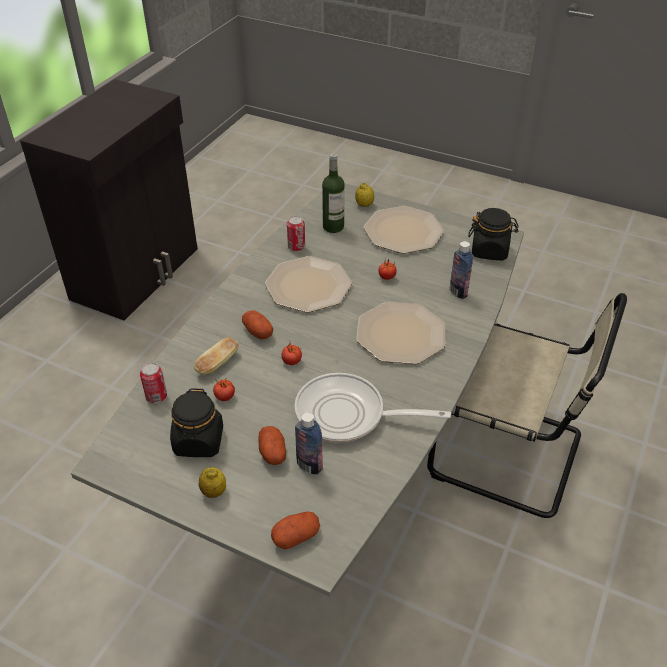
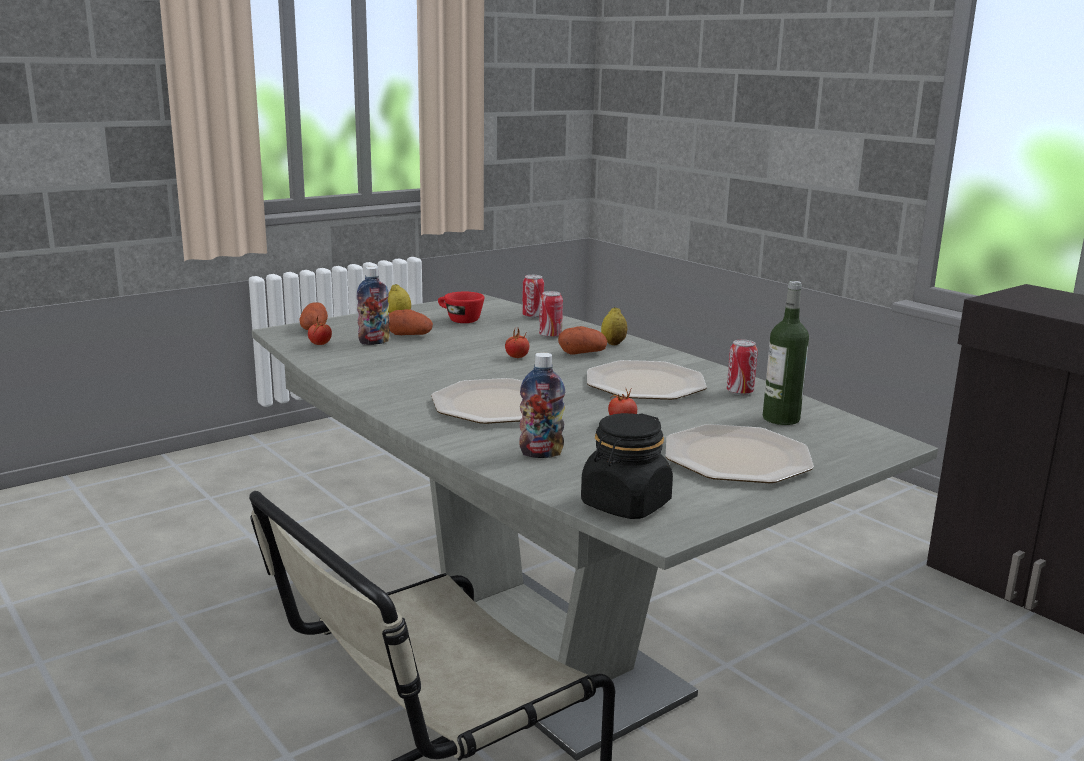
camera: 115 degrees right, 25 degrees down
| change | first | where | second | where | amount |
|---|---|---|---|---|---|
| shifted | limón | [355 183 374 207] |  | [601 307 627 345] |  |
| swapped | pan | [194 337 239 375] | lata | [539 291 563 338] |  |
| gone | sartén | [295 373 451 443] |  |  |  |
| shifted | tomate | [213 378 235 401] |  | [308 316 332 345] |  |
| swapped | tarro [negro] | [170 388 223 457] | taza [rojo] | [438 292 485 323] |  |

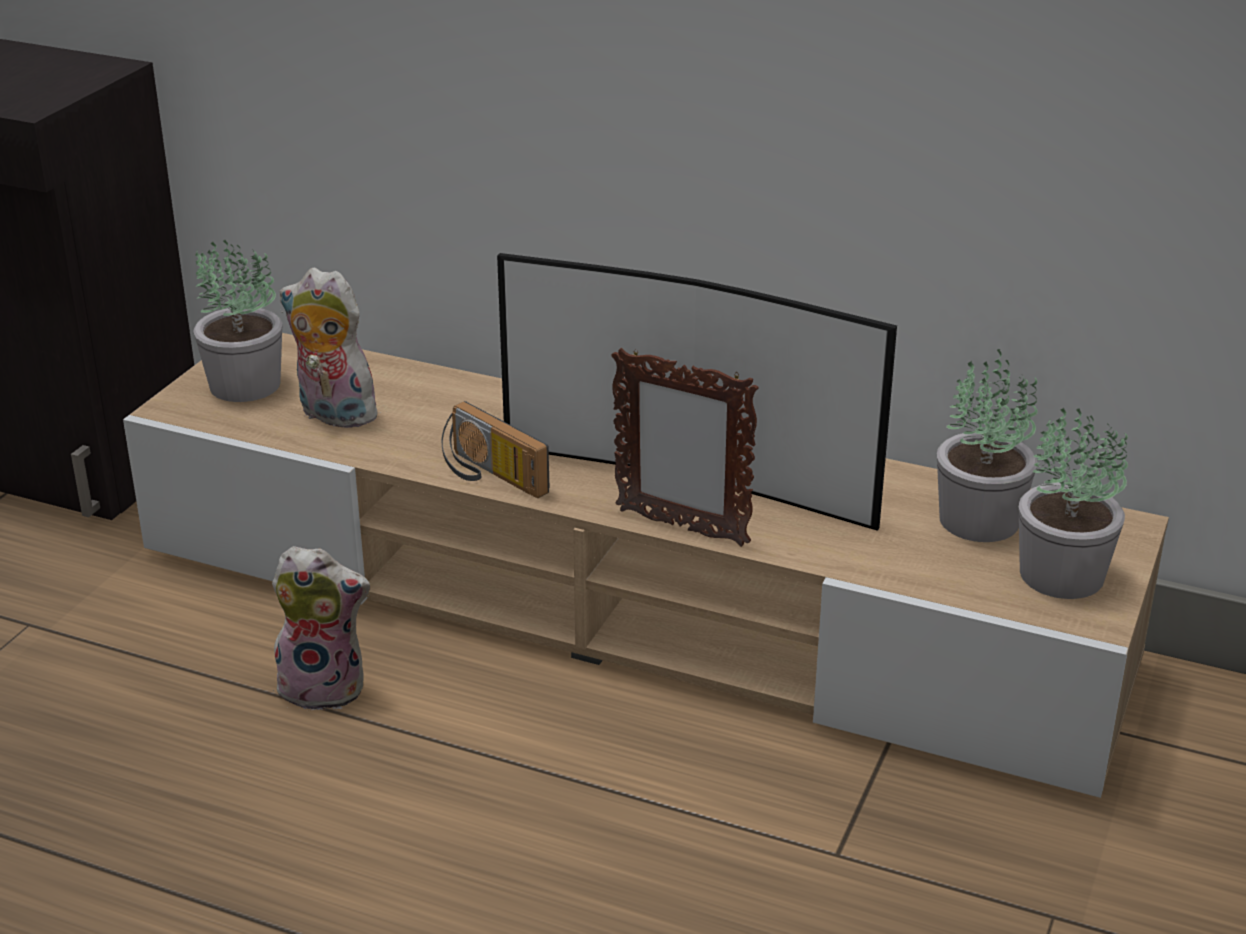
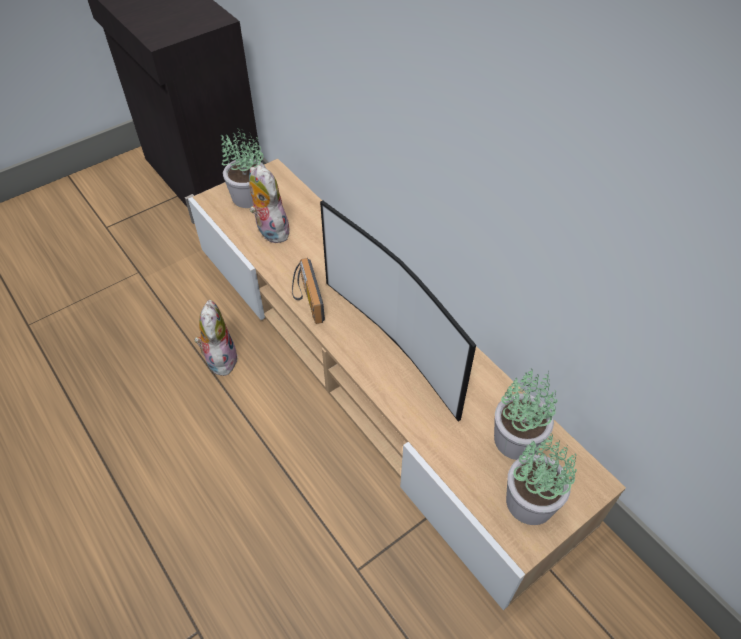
camera: 30 degrees right, 20 degrees up
| change | first | where | second | where | amount |
|---|---|---|---|---|---|
| gone | portarretratos | [611 348 759 547] |  |  |  |
| rotated | peluche | [272 546 370 710] |  | [194 300 238 376] | 135 degrees counterclockwise |

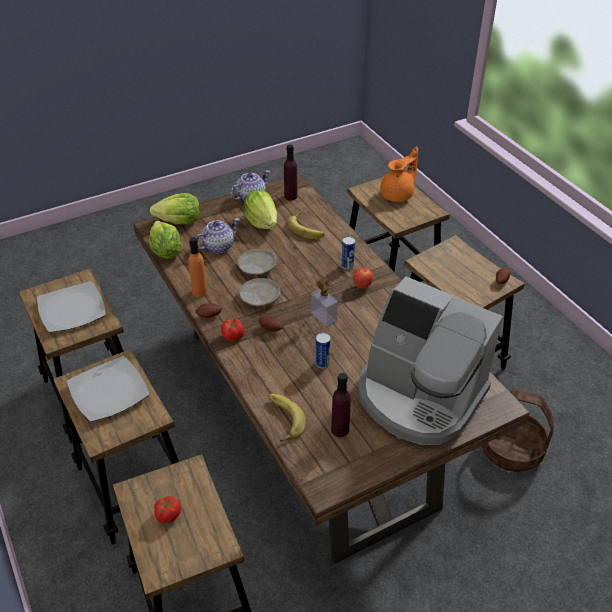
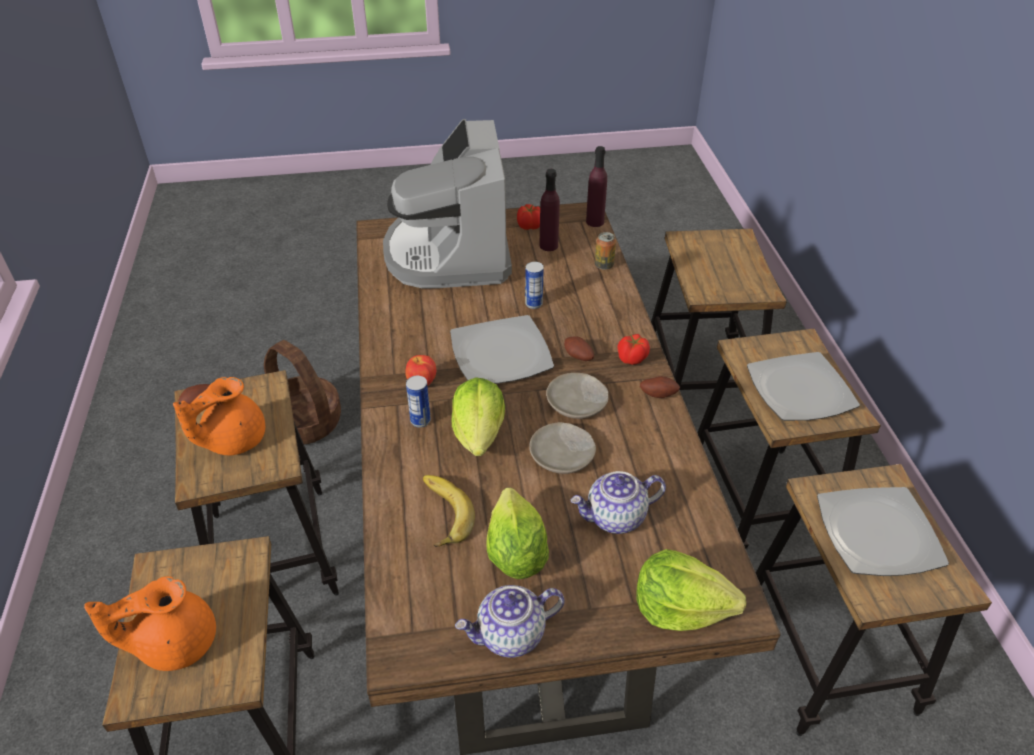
camera: 160 degrees left, 0 degrees up
| change | first | where | second | where | amount |
|---|---|---|---|---|---|
| shifted | botella [morado] | [284 144 297 201] |  | [586 146 607 227] |  |
| shifted | lechuga | [149 221 183 259] |  | [452 377 505 456] |  |
| gone | botella [naranja] | [188 237 207 298] |  |  |  |
| swapped | dispensador de jabón | [311 276 338 327] | plato | [450 315 554 384] |  |
| rotated | cafetera | [358 276 503 445] |  | [383 119 512 289] | 150 degrees counterclockwise |
| swapped | plátano | [268 394 306 441] | lata | [595 232 616 270] |  |
| shifted | tomate | [154 496 181 523] |  | [517 204 540 230] |  |
| new |  |  | tetera [naranja] | [173 377 265 455] |  |

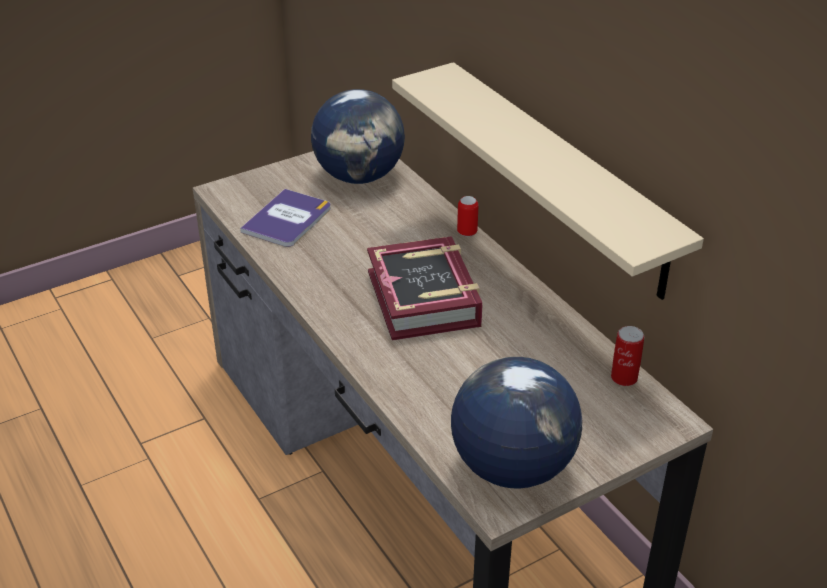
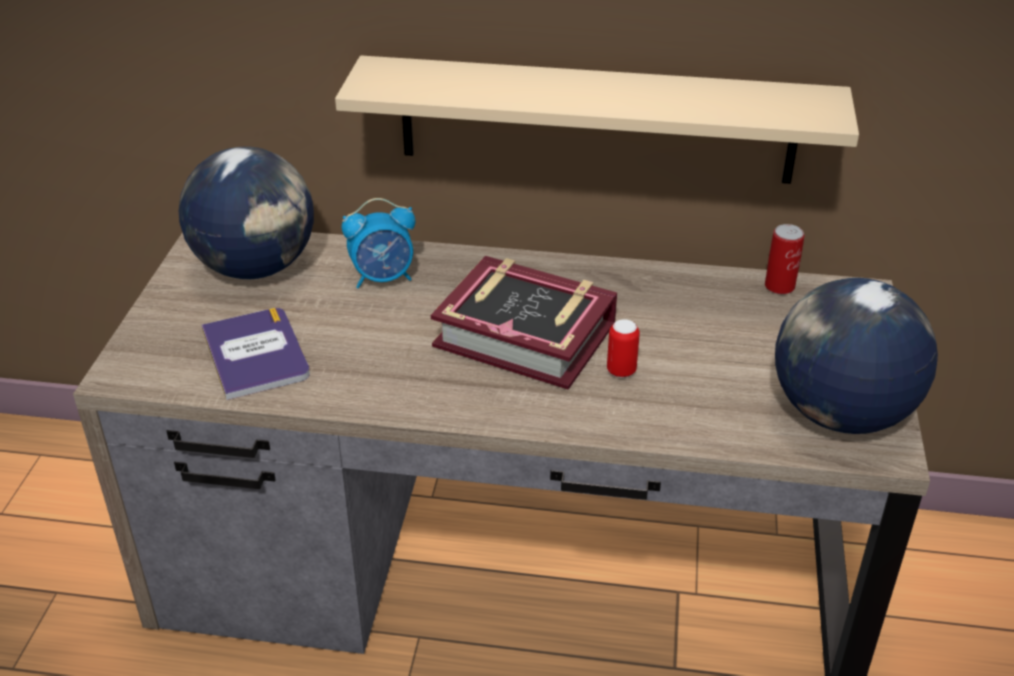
camera: 50 degrees left, 0 degrees up
| change | first | where | second | where | amount |
|---|---|---|---|---|---|
| shifted | lata | [457 196 479 236] |  | [607 319 640 378] |  |
| new |  |  | despertador | [342 198 416 288] |  |

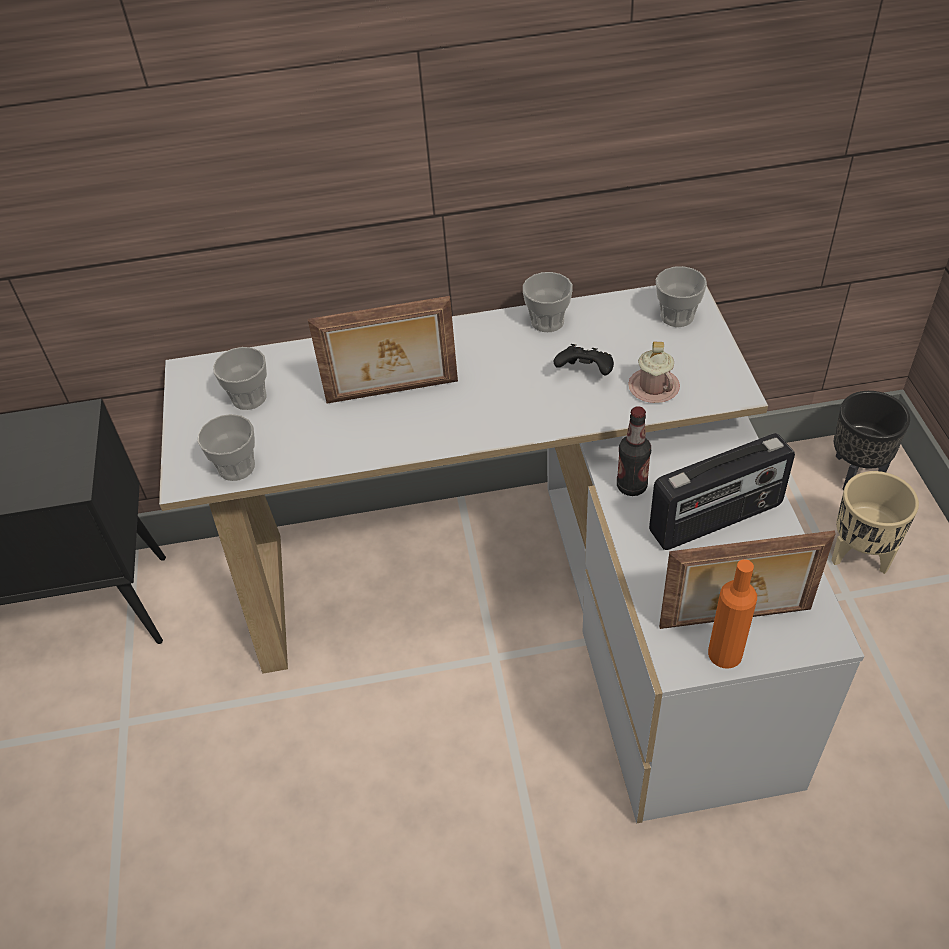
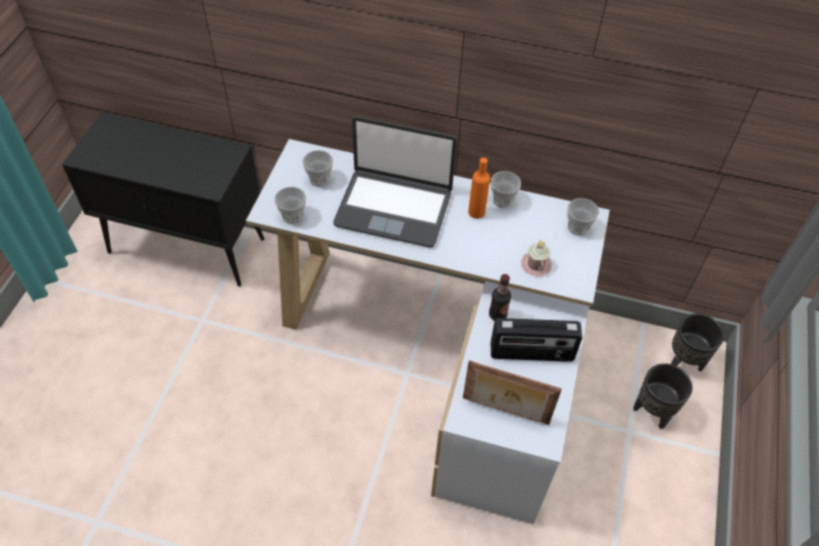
camera: 20 degrees right, 5 degrees up
| change | first | where | second | where | amount |
|---|---|---|---|---|---|
| swapped | portarretratos | [308 296 458 403] | portátil | [333 116 457 247] |  |
| gone | mando de consola [negro] | [554 344 614 376] |  |  |  |
| repainted | maceta [beis] | [831 471 919 574] | maceta [negro] | [633 363 693 429] |  |
| shifted | botella [naranja] | [708 559 757 669] |  | [468 157 490 219] |  |

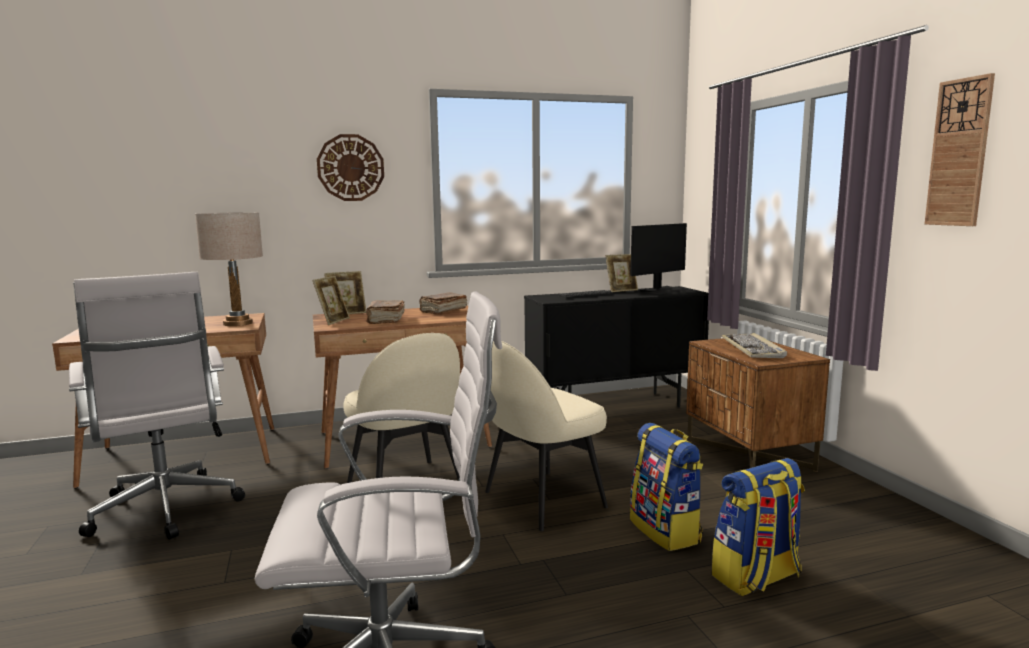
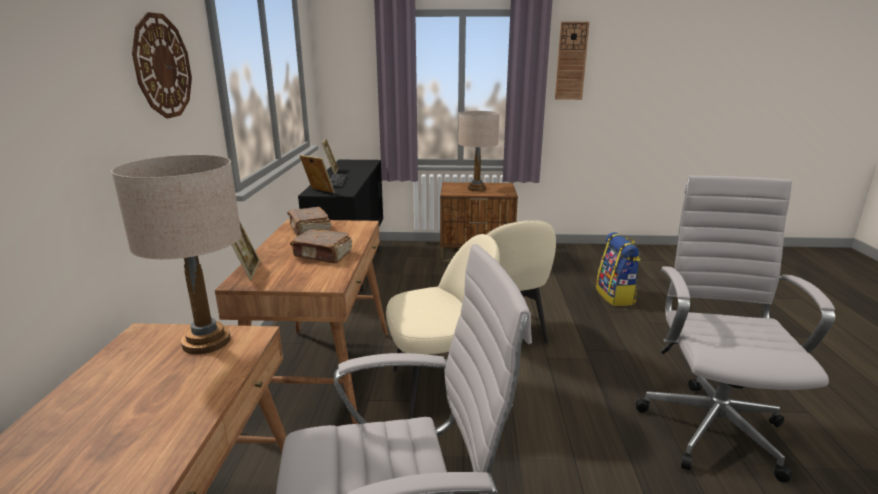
camera: 70 degrees left, 10 degrees up
| change | first | where | second | where | amount |
|---|---|---|---|---|---|
| gone | monitor | [630 223 687 294] |  |  |  |
| shifted | portarretratos | [313 276 350 325] |  | [299 155 335 193] |  |
| swapped | teclado | [721 333 787 358] | lámpara de mesa [beis] | [458 111 500 191] |  |
| gone | mochila | [630 423 703 551] |  |  |  |

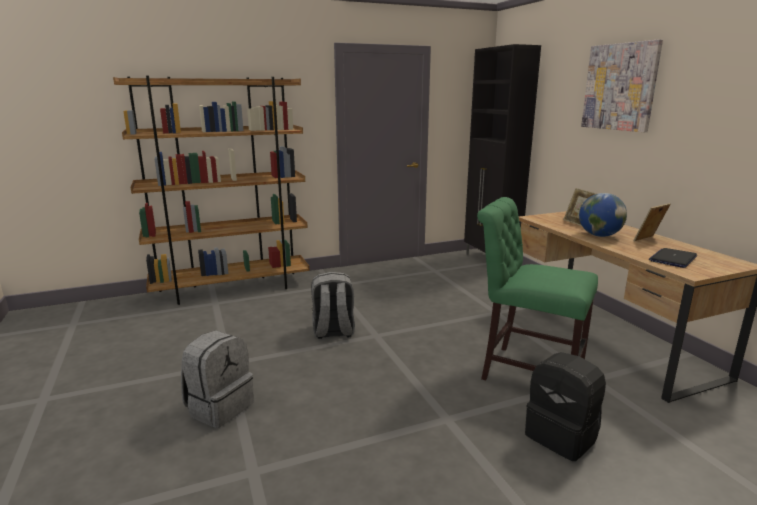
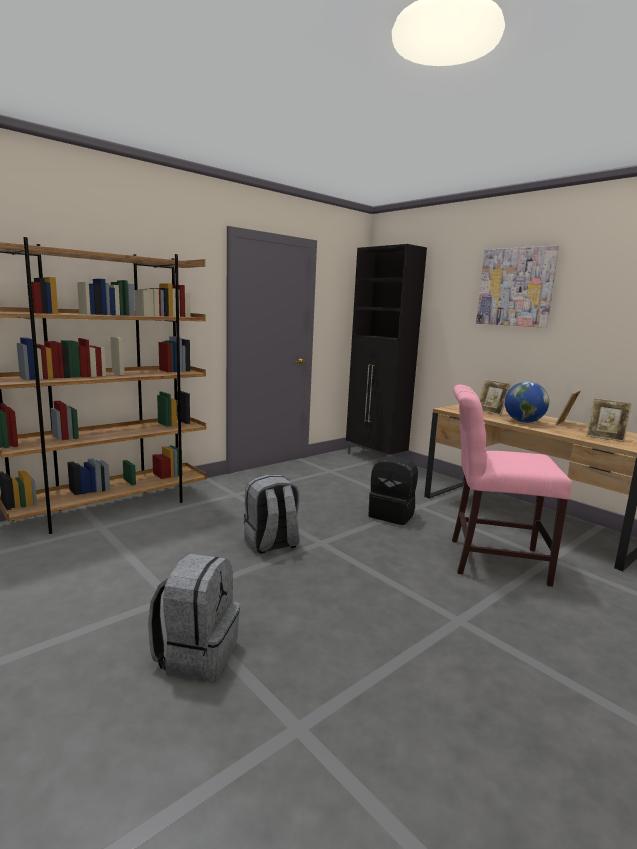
camera: 20 degrees left, 5 degrees down
| change | first | where | second | where | amount |
|---|---|---|---|---|---|
| repainted | silla [verde] | [477 197 598 381] | silla [rosa] | [452 384 572 587] |  |
| swapped | portátil | [649 248 697 268] | portarretratos | [586 398 632 442] |  |
| shifted | mochila [negro] | [525 352 606 461] |  | [368 457 418 525] |  |

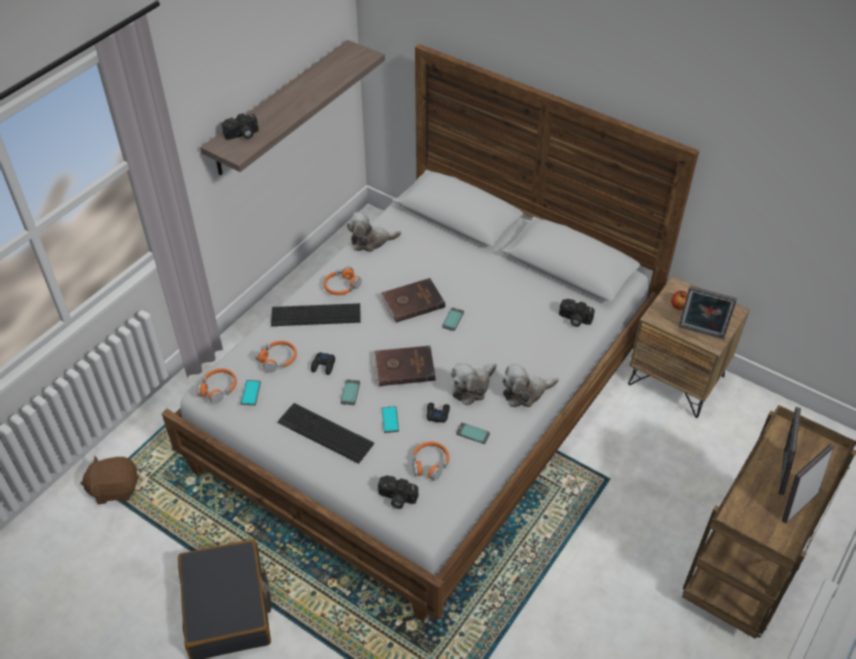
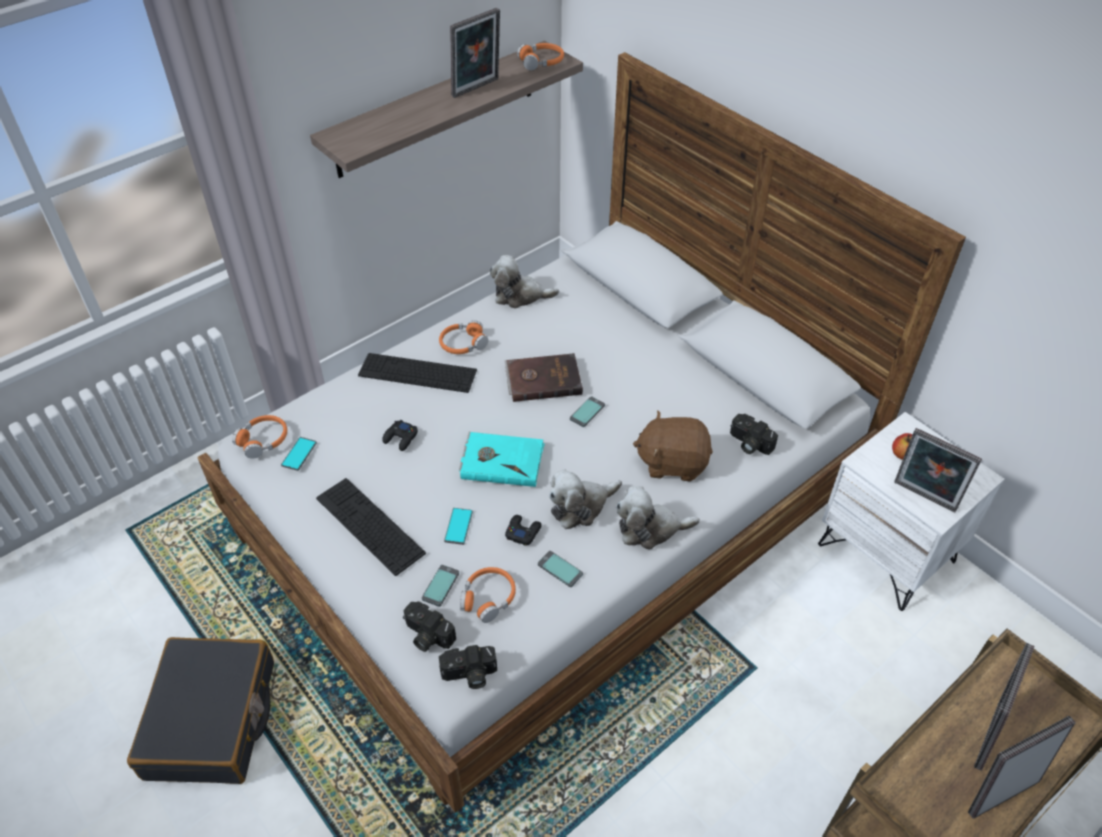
camera: 15 degrees right, 0 degrees up
| change | first | where | second | where | amount |
|---|---|---|---|---|---|
| shifted | cámara | [221 113 259 140] |  | [439 645 497 689] |  |
| repainted | mesita de noche [marrón] | [628 276 750 418] | mesita de noche [blanco] | [818 412 1004 611] |  |
| shifted | auriculares [naranja] | [255 341 297 373] |  | [517 43 564 71] |  |
| repainted | libro [marrón] | [373 346 436 386] | libro [turquesa] | [459 432 545 487] |  |
| shifted | móvil | [341 379 360 405] |  | [422 565 459 607] |  |
| shifted | peluche [marrón] | [80 456 139 504] |  | [633 410 713 481] |  |
| new |  |  | portarretratos | [450 8 500 98] |  |

